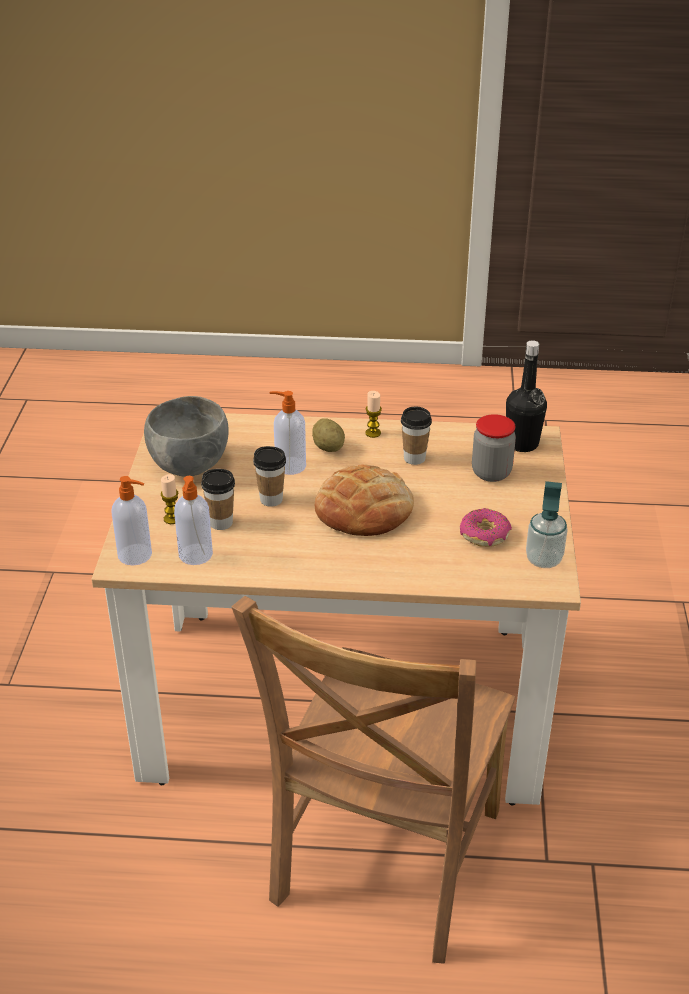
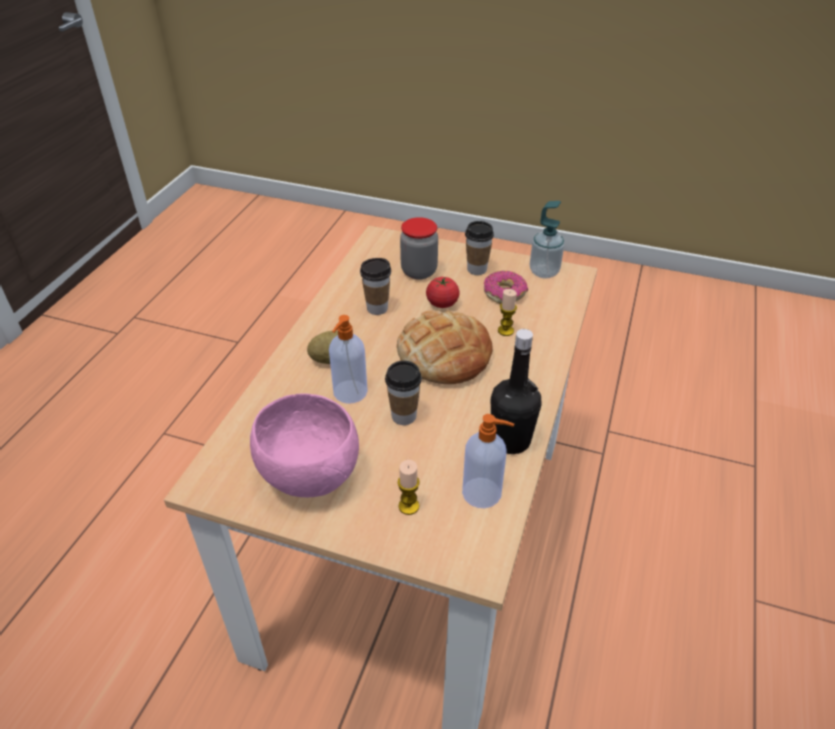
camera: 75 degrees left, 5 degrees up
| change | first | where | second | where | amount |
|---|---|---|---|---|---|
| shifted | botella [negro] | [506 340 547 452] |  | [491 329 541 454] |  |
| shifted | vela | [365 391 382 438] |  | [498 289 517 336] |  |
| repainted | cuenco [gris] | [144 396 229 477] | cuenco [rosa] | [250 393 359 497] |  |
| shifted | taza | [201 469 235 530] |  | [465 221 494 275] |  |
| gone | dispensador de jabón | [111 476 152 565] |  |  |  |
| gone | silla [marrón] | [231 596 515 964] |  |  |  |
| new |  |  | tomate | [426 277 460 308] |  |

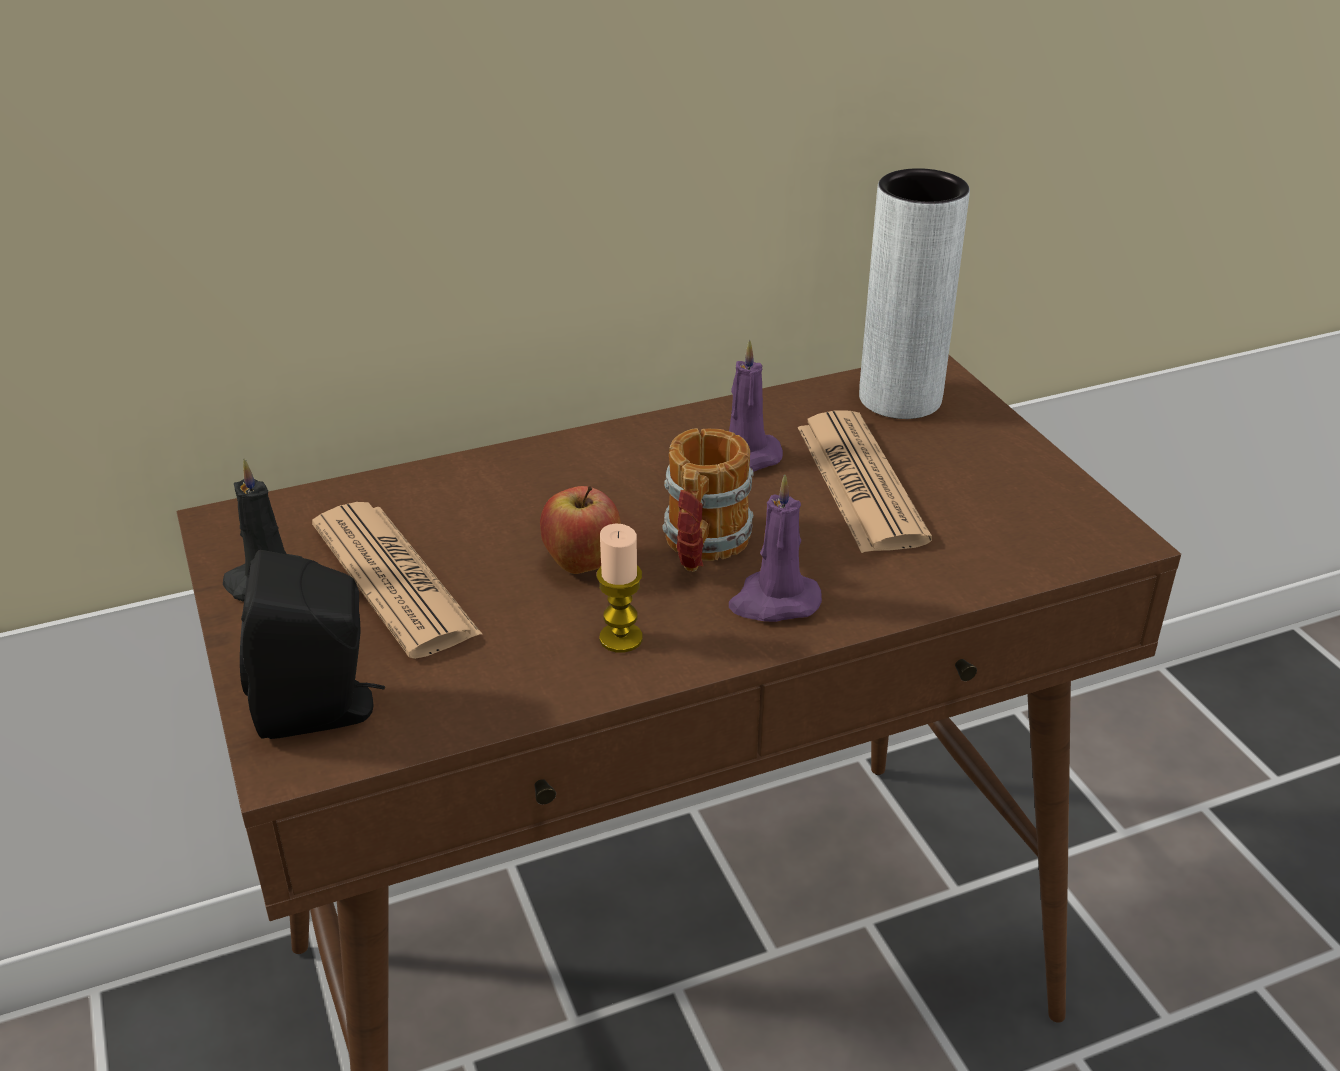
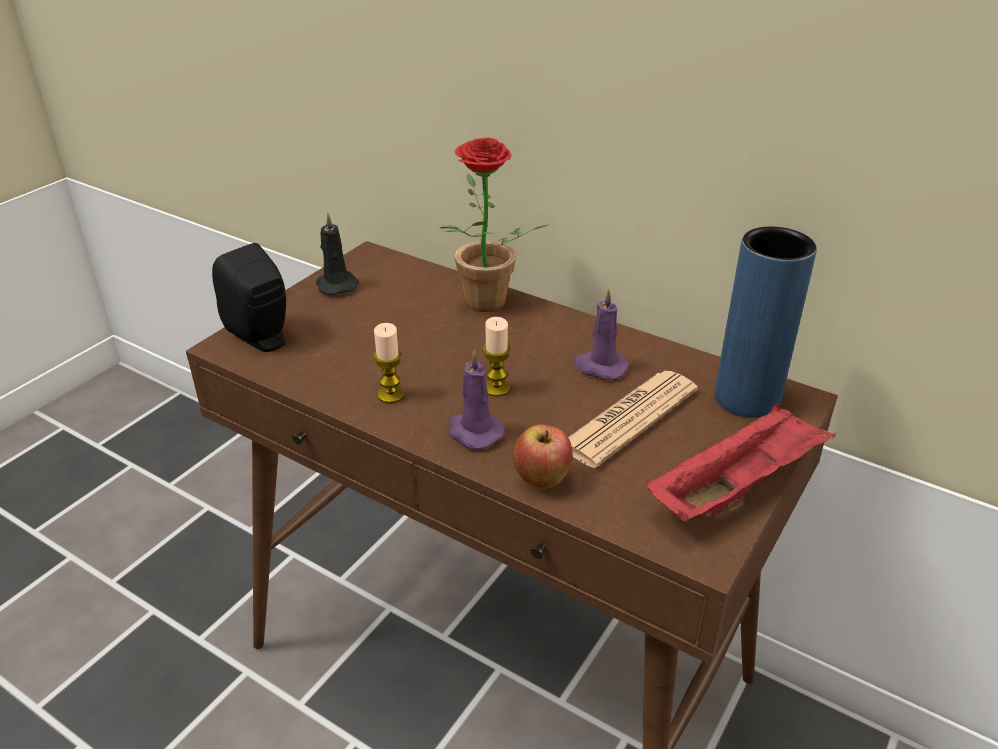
camera: 55 degrees right, 0 degrees up
| change | first | where | second | where | amount |
|---|---|---|---|---|---|
| repainted | florero [gris] | [859 168 970 419] | florero [azul] | [715 227 817 418] |  |
| swapped | taza grande | [662 428 754 572] | vela | [483 317 511 397] |  |
| shifted | manzana | [540 486 621 574] |  | [513 424 573 489] |  |
| gone | periódico | [312 502 482 659] |  |  |  |
| new |  |  | planta en maceta | [440 138 548 312] |  |
| new |  |  | bandeja [rojo] | [647 403 836 522] |  |

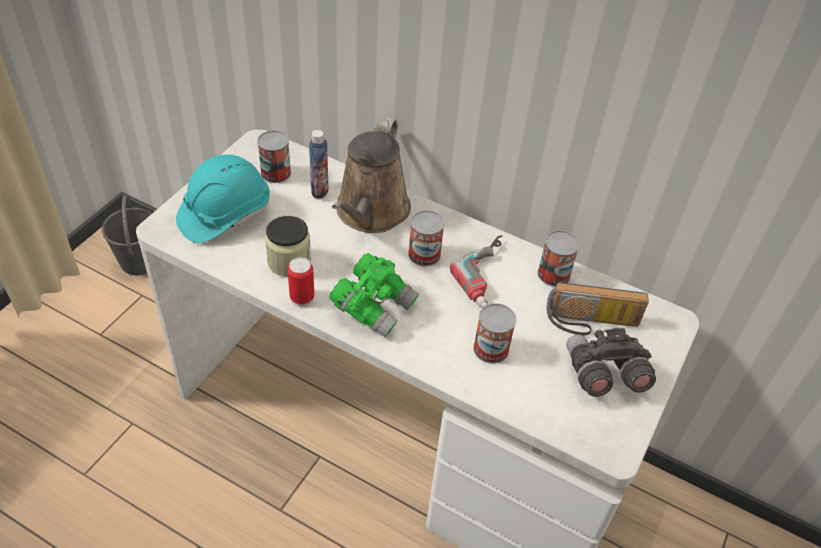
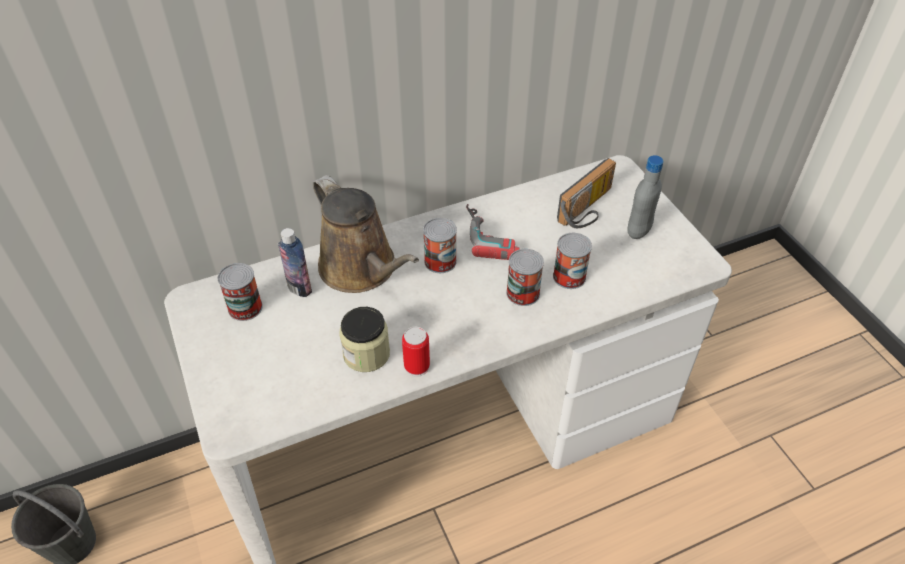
camera: 50 degrees left, 0 degrees up
| change | first | where | second | where | amount |
|---|---|---|---|---|---|
| gone | casco [turquesa] | [176 155 270 243] |  |  |  |
| shifted | lata | [537 230 580 287] |  | [506 249 544 306] |  |
| gone | prismáticos [verde] | [329 253 419 337] |  |  |  |
| swapped | prismáticos [gris] | [566 328 656 397] | botella [gris] | [627 155 664 239] |  |

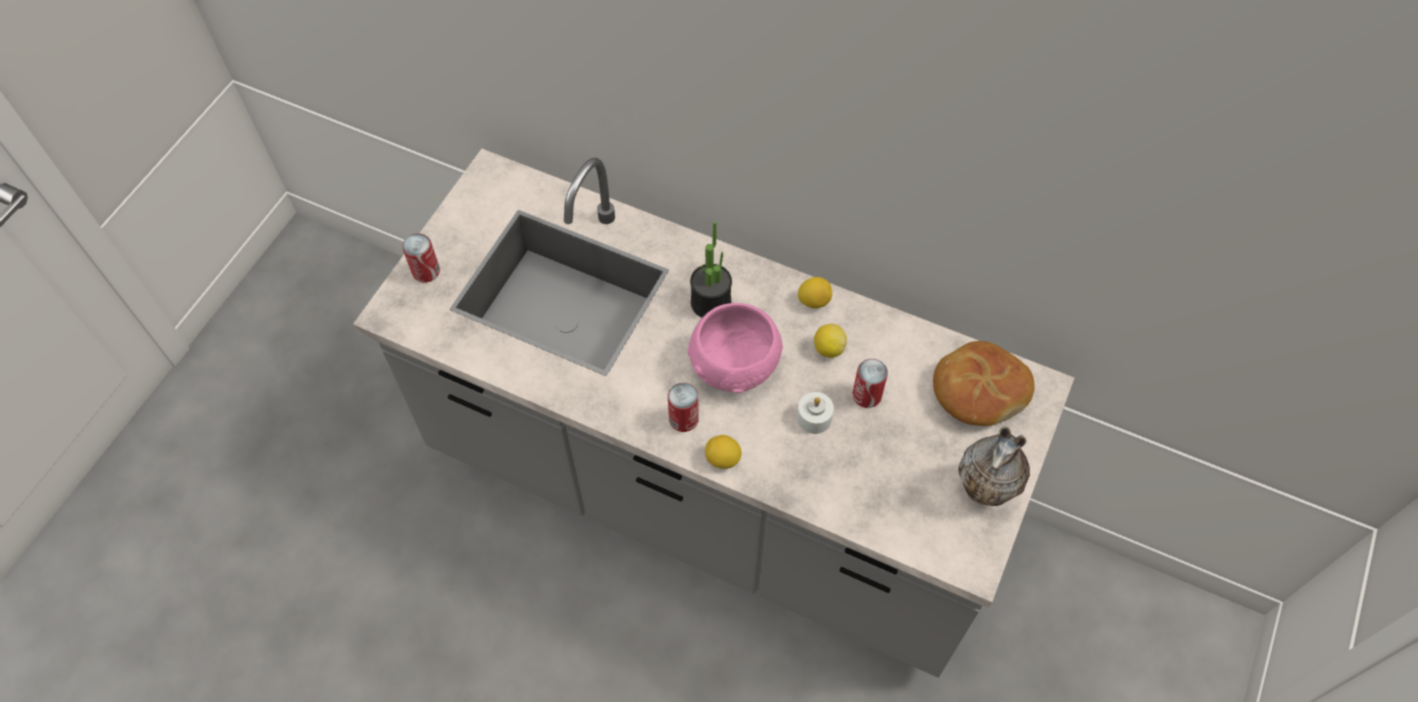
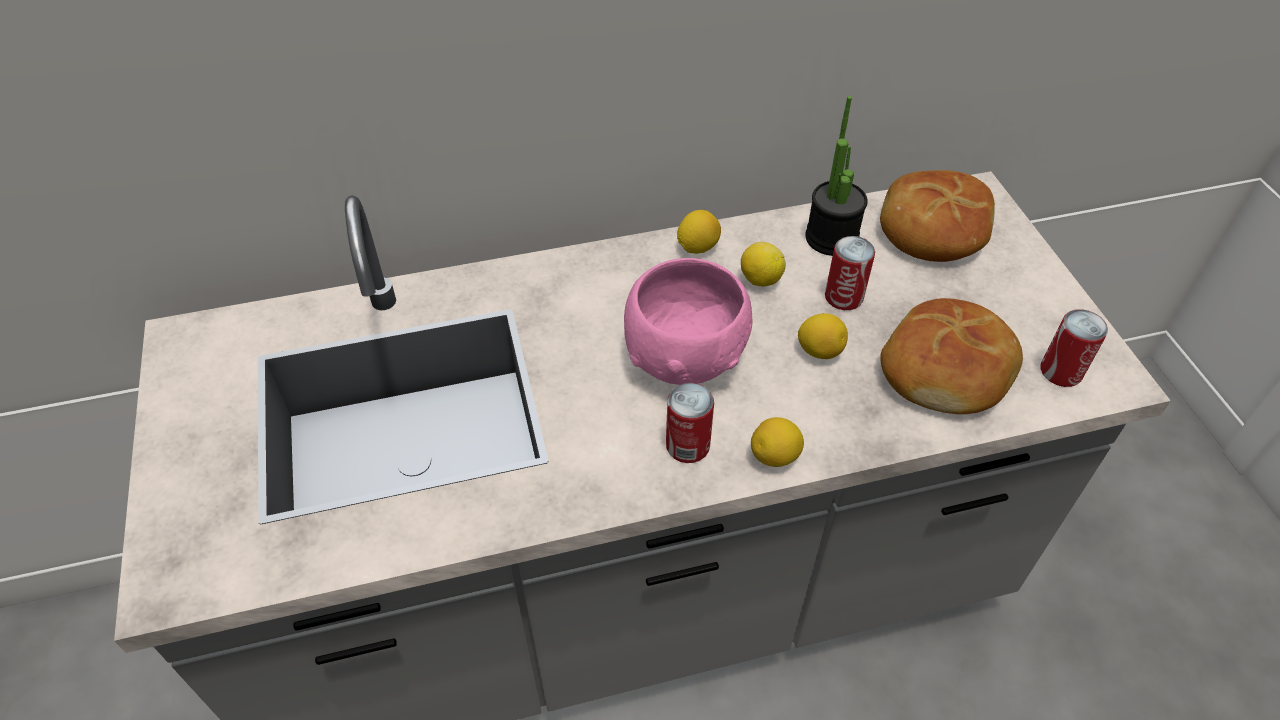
camera: 40 degrees left, 10 degrees down
| change | first | where | second | where | amount |
|---|---|---|---|---|---|
| shifted | planta en maceta | [690 221 732 318] |  | [805 96 868 256] |  |
| shifted | lata | [402 233 440 283] |  | [1041 309 1108 387] |  |
| swapped | vela [blanco] | [797 392 834 434] | limón | [798 313 848 359] |  |
| gone | florero | [958 426 1030 506] |  |  |  |
| new |  |  | pan | [880 298 1023 414] |  |

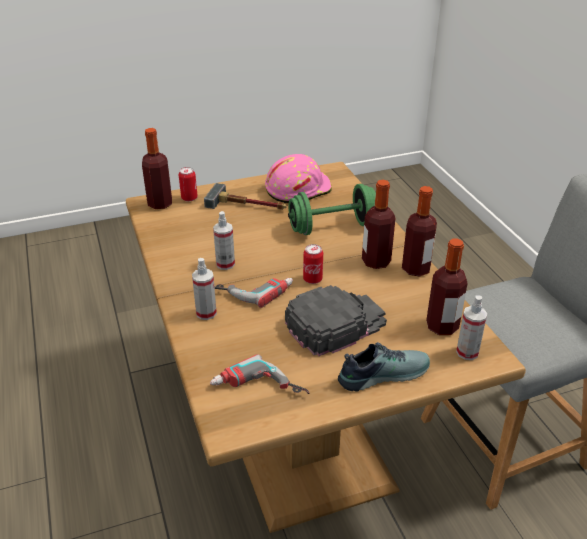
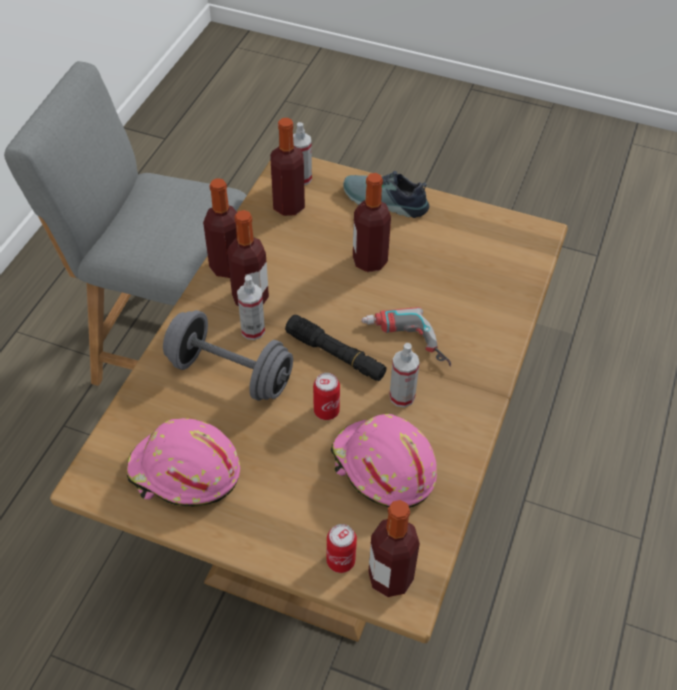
camera: 140 degrees left, 15 degrees up
| change | first | where | second | where | amount |
|---|---|---|---|---|---|
| gone | martillo | [204 183 287 210] |  |  |  |
| repainted | mancuerna [verde] | [288 184 376 235] | mancuerna [gris] | [163 310 293 401] |  |
| shifted | lata | [303 244 323 284] |  | [313 373 340 420] |  |
| shifted | pulverizador | [192 258 217 320] |  | [237 275 265 340] |  |
| swapped | gorra [negro] | [285 285 387 356] | botella | [353 173 391 272] |  |
| gone | taladro | [210 354 310 394] |  |  |  |
| new |  |  | linterna [negro] | [285 315 387 381] |  |
| new |  |  | casco [rosa] | [331 414 437 508] |  |

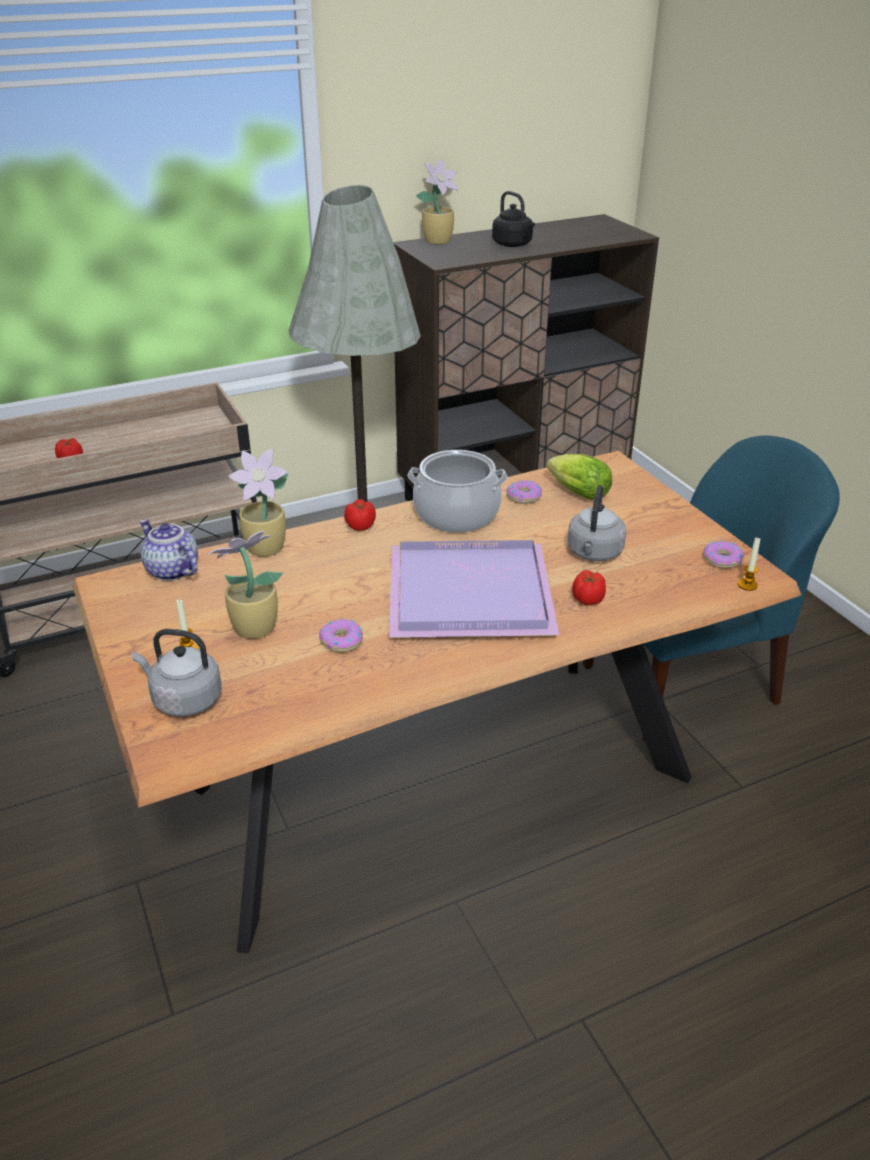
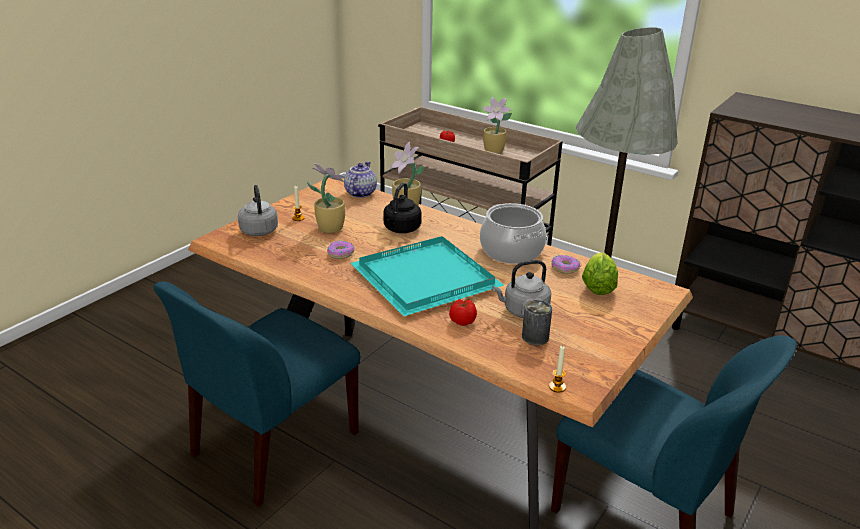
camera: 60 degrees right, 5 degrees down
| change | first | where | second | where | amount |
|---|---|---|---|---|---|
| shifted | planta en maceta | [416 159 458 245] |  | [482 97 512 154] |  |
| shifted | hervidor [negro] | [492 191 535 247] |  | [383 183 422 233] |  |
| gone | tomate | [344 499 376 530] |  |  |  |
| repainted | bandeja [morado] | [389 540 559 638] | bandeja [turquesa] | [351 236 504 316] |  |
| gone | rosquilla | [703 541 744 568] |  |  |  |
| new |  |  | silla [azul] | [153 281 360 507] |  |
| new |  |  | lata | [522 300 552 345] |  |

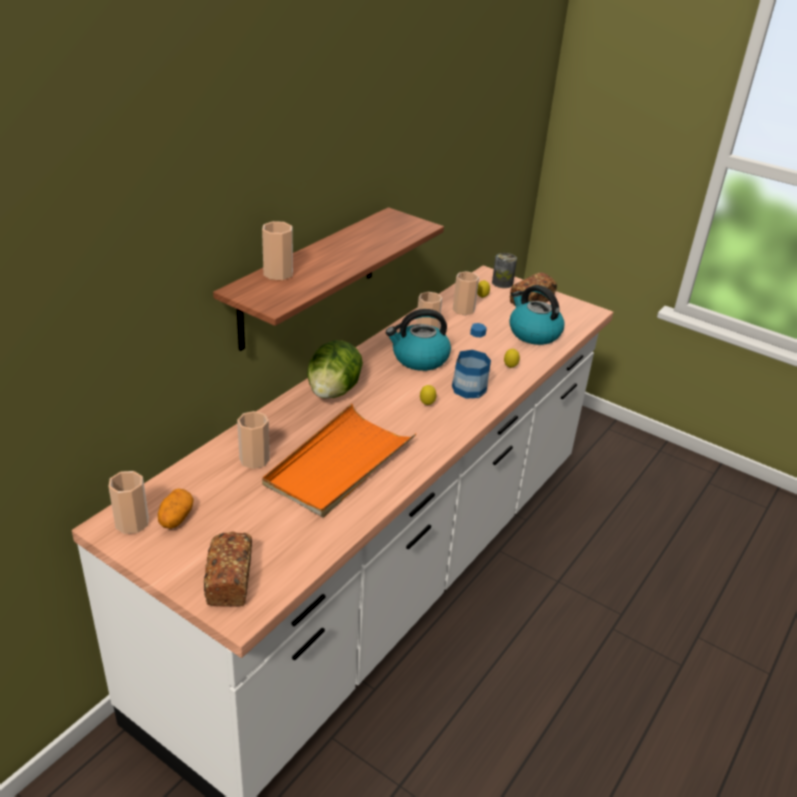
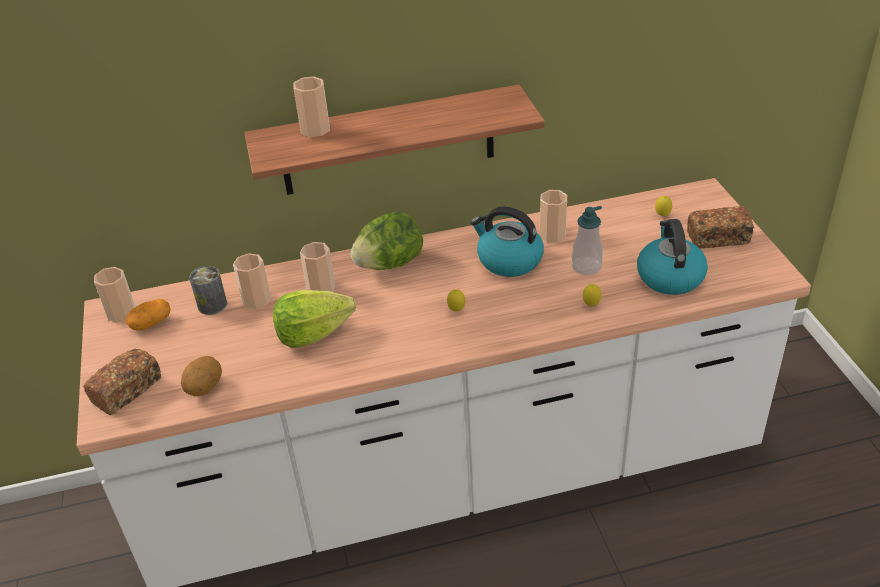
camera: 45 degrees right, 5 degrees up
| change | first | where | second | where | amount |
|---|---|---|---|---|---|
| shifted | lata | [492 253 517 288] |  | [189 266 227 315] |  |
| shifted | taza | [453 271 479 315] |  | [300 242 336 292] |  |
| gone | botella | [452 323 491 398] |  |  |  |
| swapped | bandeja [naranja] | [262 404 416 517] | lechuga | [273 290 356 348] |  |
| new |  |  | dispensador de jabón | [572 206 602 275] |  |
| new |  |  | patata | [181 356 222 396] |  |

